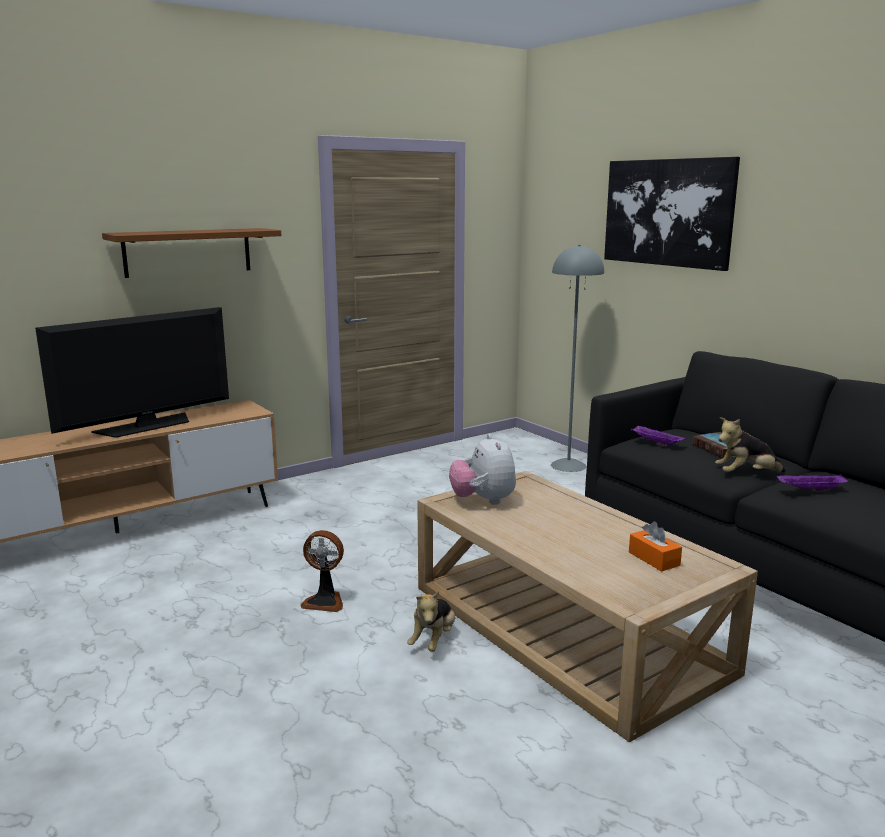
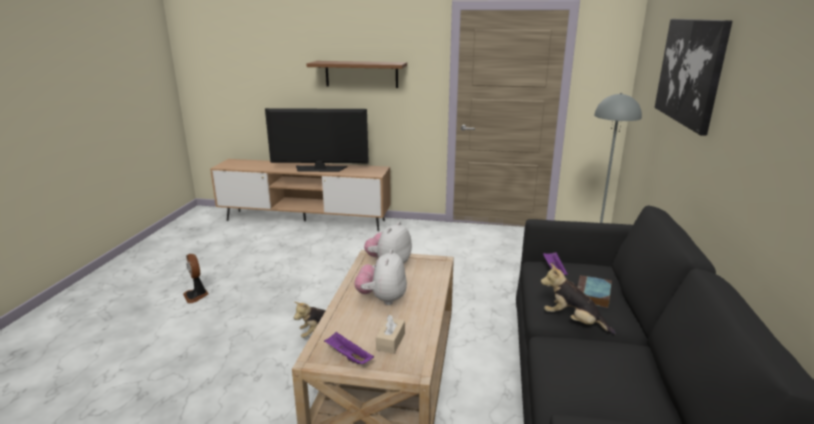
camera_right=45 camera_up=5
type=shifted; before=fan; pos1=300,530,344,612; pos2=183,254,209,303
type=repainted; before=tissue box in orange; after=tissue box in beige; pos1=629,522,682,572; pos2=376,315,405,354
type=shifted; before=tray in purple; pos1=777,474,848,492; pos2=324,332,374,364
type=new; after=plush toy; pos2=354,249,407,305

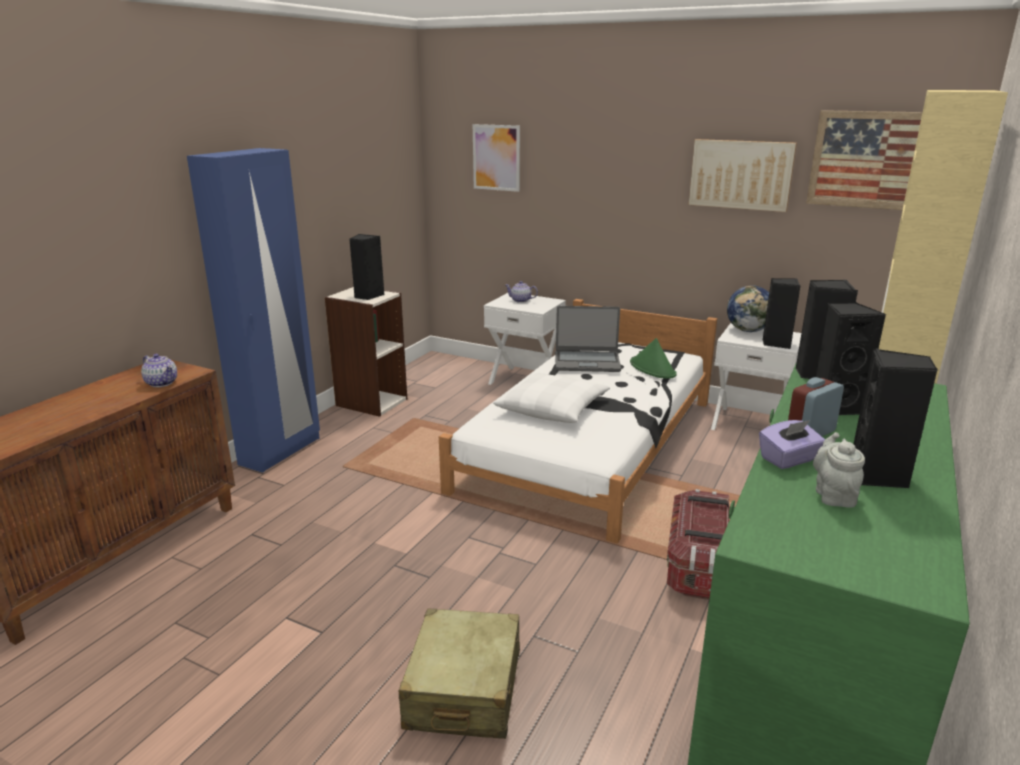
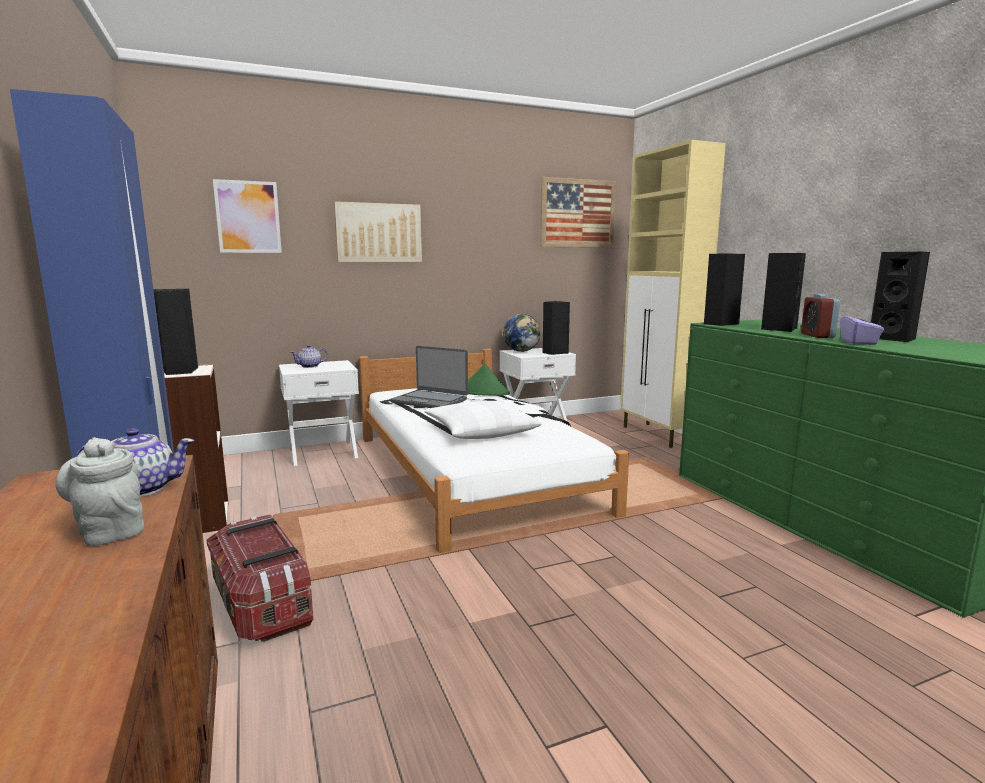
camera_right=-50 camera_up=-10
type=gone; before=suitcase in beige; pos1=398,608,520,739
type=rotated; before=laptop; pos1=556,306,621,372; pos2=390,346,468,408; turn=75
type=shifted; before=storage box; pos1=667,489,730,600; pos2=207,514,313,642
type=shifted; before=picture; pos1=689,139,797,212; pos2=334,201,422,262
type=shifted; before=teapot in grey; pos1=813,432,865,507; pos2=56,437,145,546

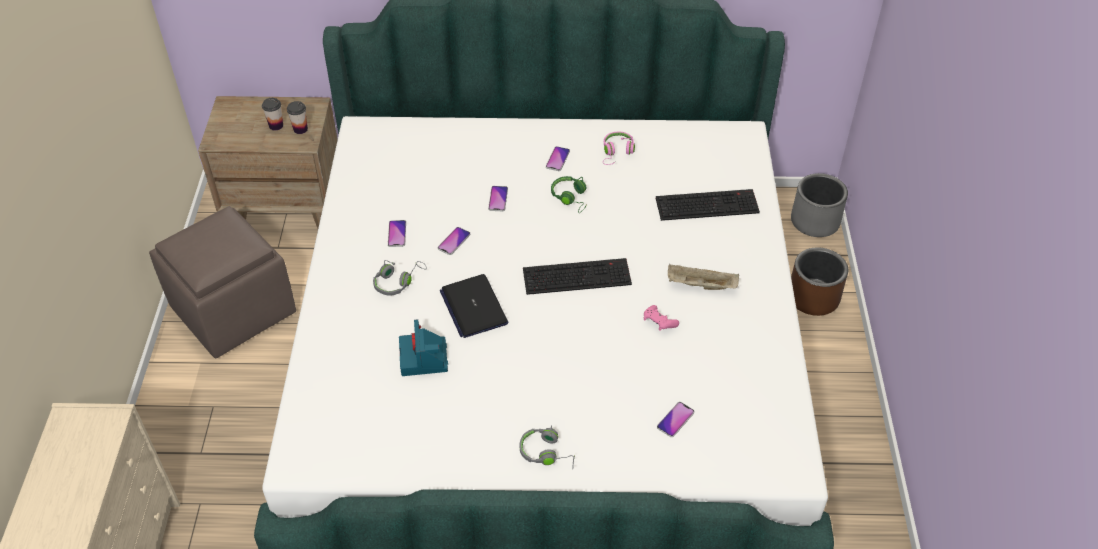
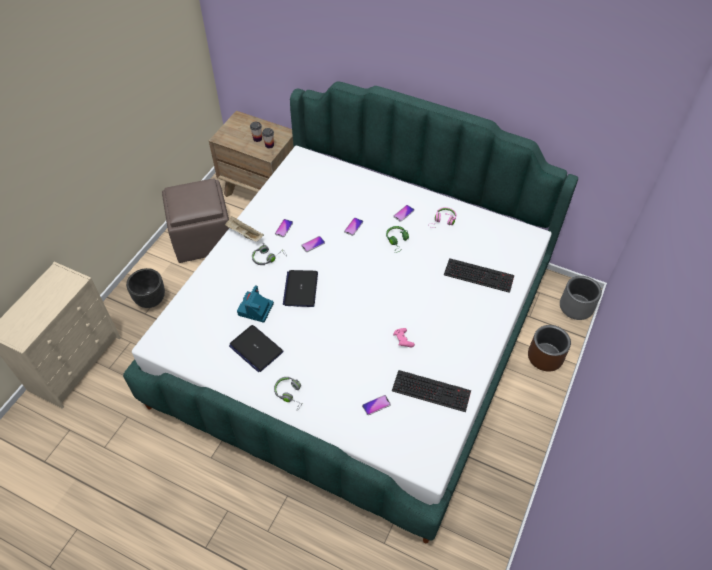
camera_right=25 camera_up=5
type=shifted; before=keyboard; pos1=523,258,632,295; pos2=392,370,471,412
type=shifted; before=tray in beige; pos1=668,264,739,290; pos2=225,216,264,242
type=new; after=planter in black; pos2=126,268,165,308
type=new; after=laptop; pos2=229,325,284,372

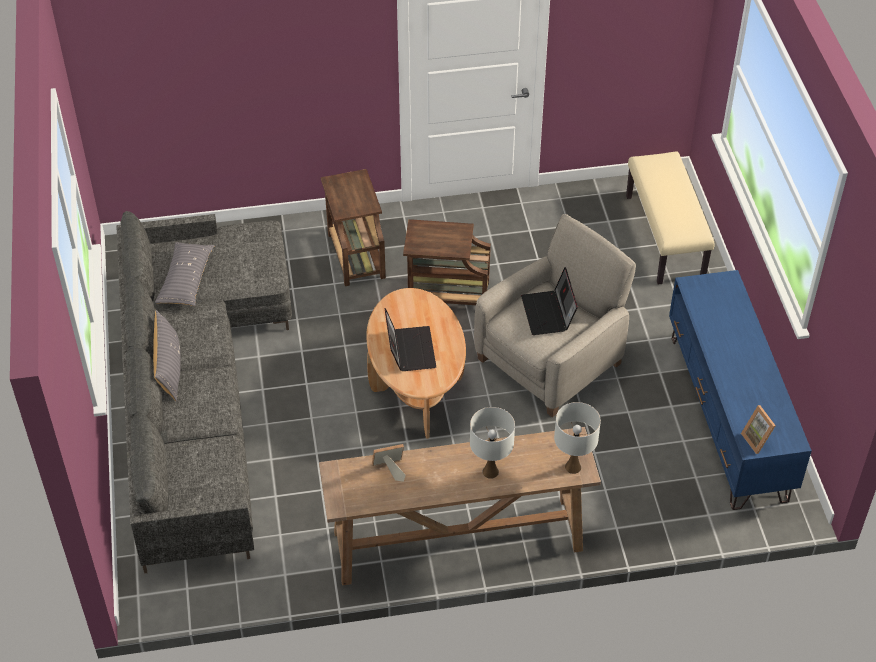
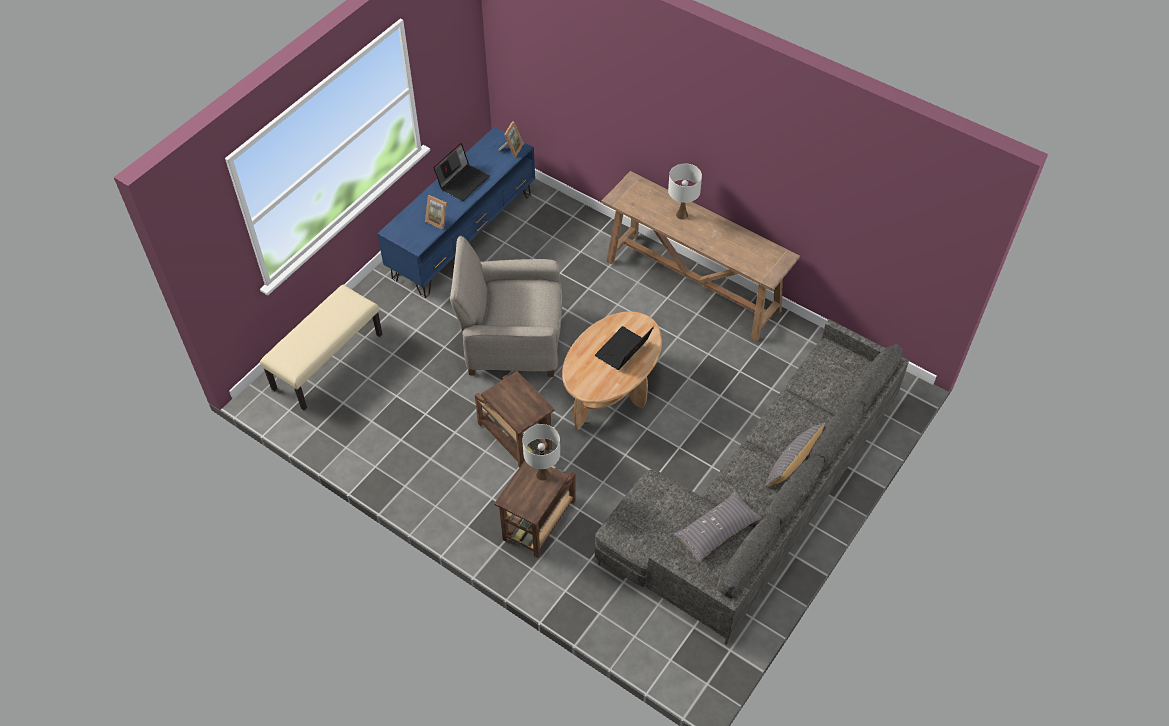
camera_right=-135 camera_up=5
type=shifted; before=picture frame; pos1=372,444,406,482; pos2=425,195,447,230
type=shifted; before=laptop; pos1=521,267,578,335; pos2=434,143,489,201
type=shifted; before=table lamp in white; pos1=554,402,601,474; pos2=522,424,560,481

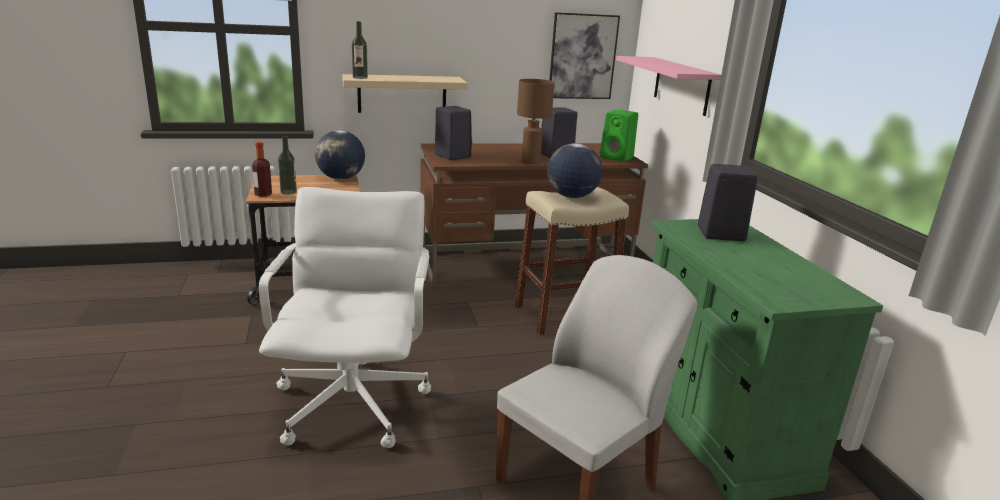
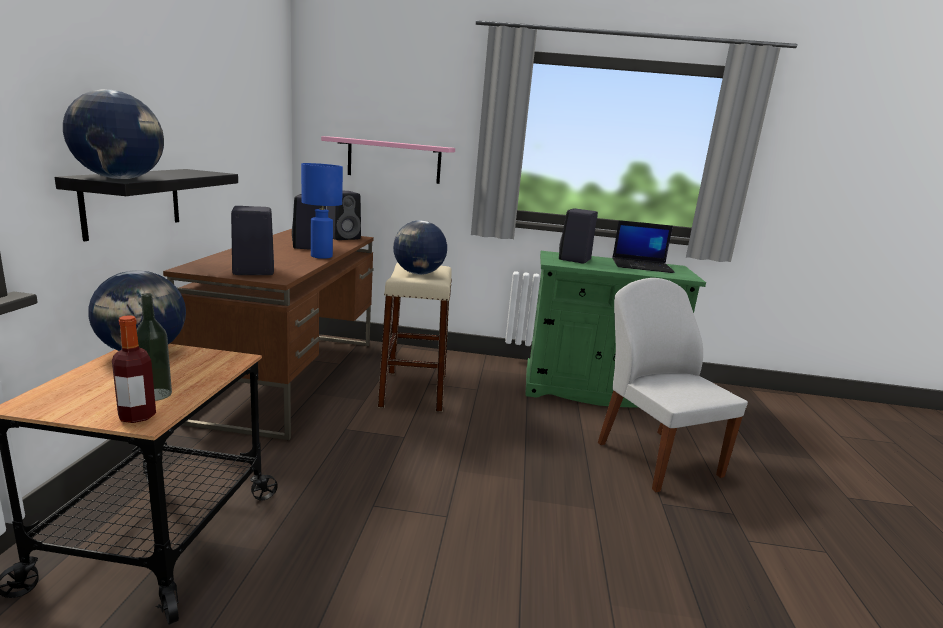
camera_right=-70 camera_up=-5
type=gone; before=office chair in white; pos1=259,187,432,448
type=repainted; before=shelf in beige; after=shelf in black; pos1=342,74,468,113; pos2=55,169,238,241
type=swapped; before=bottle; after=globe; pos1=352,21,368,79; pos2=63,89,164,179
type=repainted; before=table lamp in brown; after=table lamp in blue; pos1=517,79,555,164; pos2=301,163,343,259
type=gone; before=picture; pos1=549,12,620,99
type=repainted; before=speaker in green; after=speaker in black; pos1=600,109,638,162; pos2=327,191,361,240
type=new; after=laptop; pos2=612,220,675,273

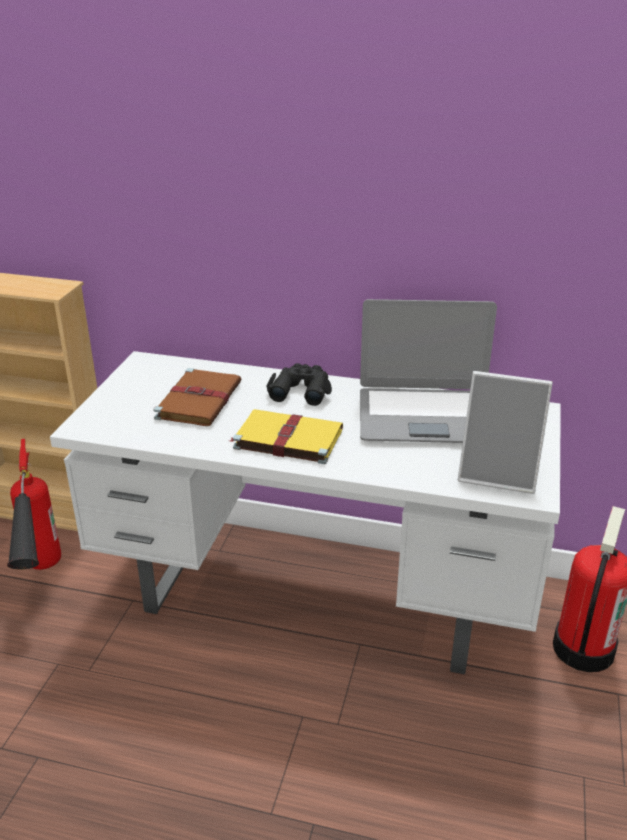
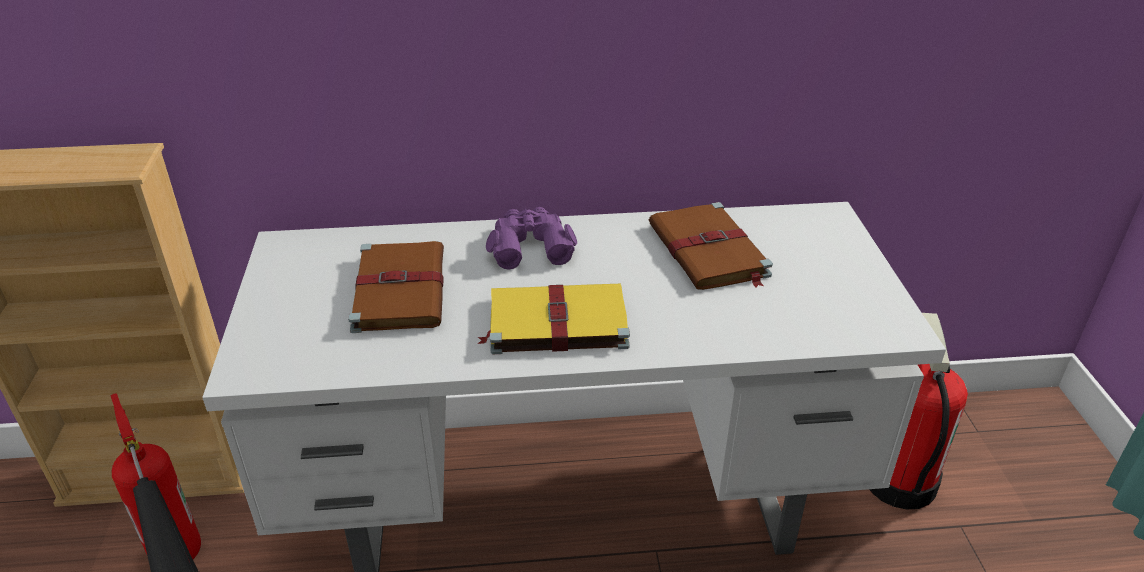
camera_right=-20 camera_up=5
type=repainted; before=binoculars in black; after=binoculars in purple; pos1=266,363,332,406; pos2=486,207,577,270
type=swapped; before=laptop; after=book in brown; pos1=360,299,497,443; pos2=649,202,773,290
type=gone; before=picture frame; pos1=458,371,553,494

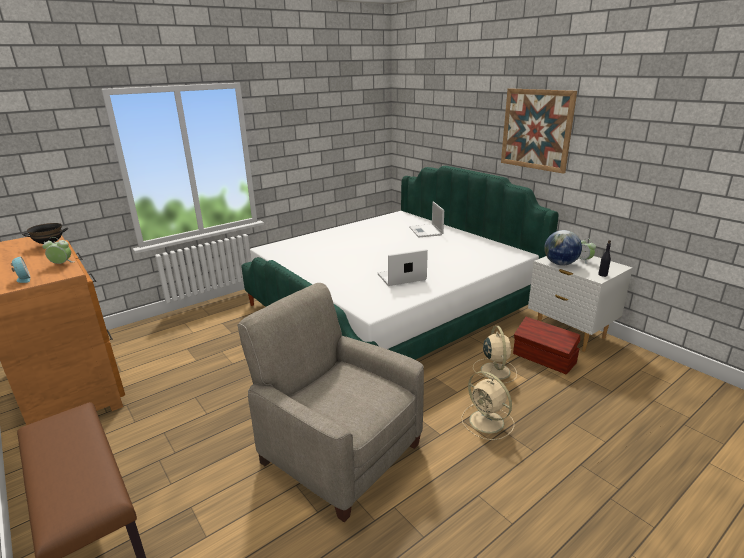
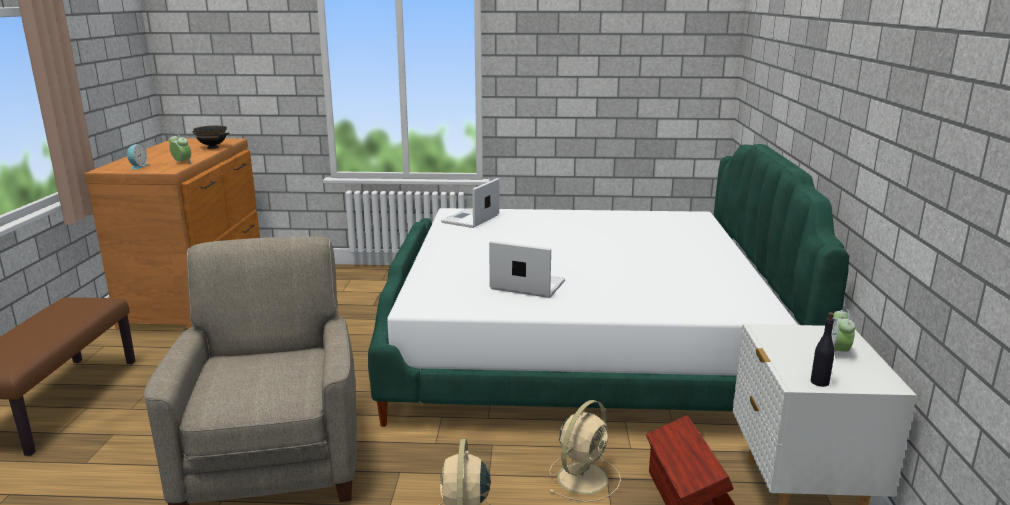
camera_right=40 camera_up=-5
type=shifted; before=laptop; pos1=409,202,444,237; pos2=441,178,499,228
type=gone; before=picture; pos1=501,88,577,174
type=gone; before=globe; pos1=544,230,582,265

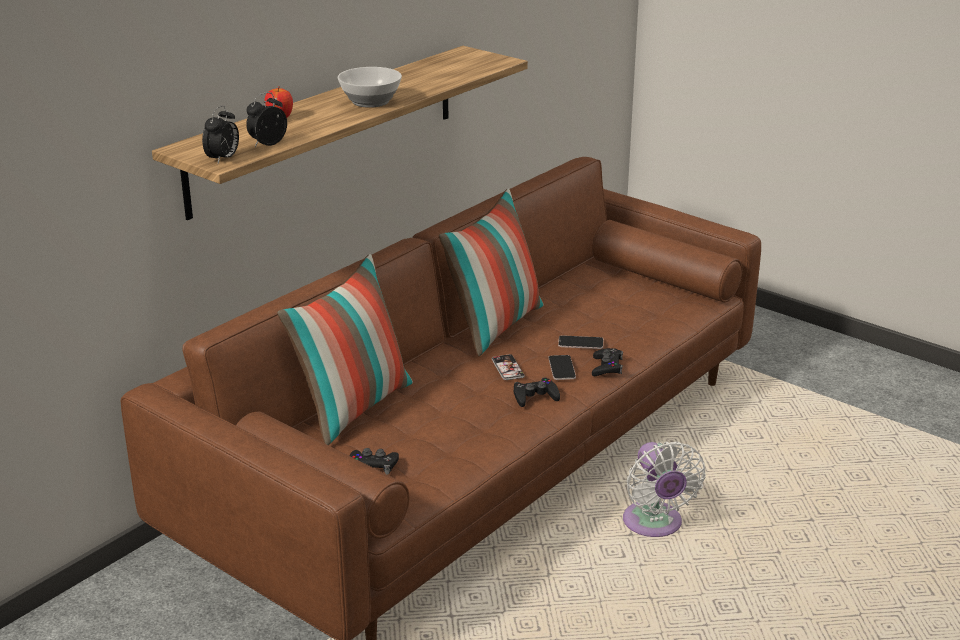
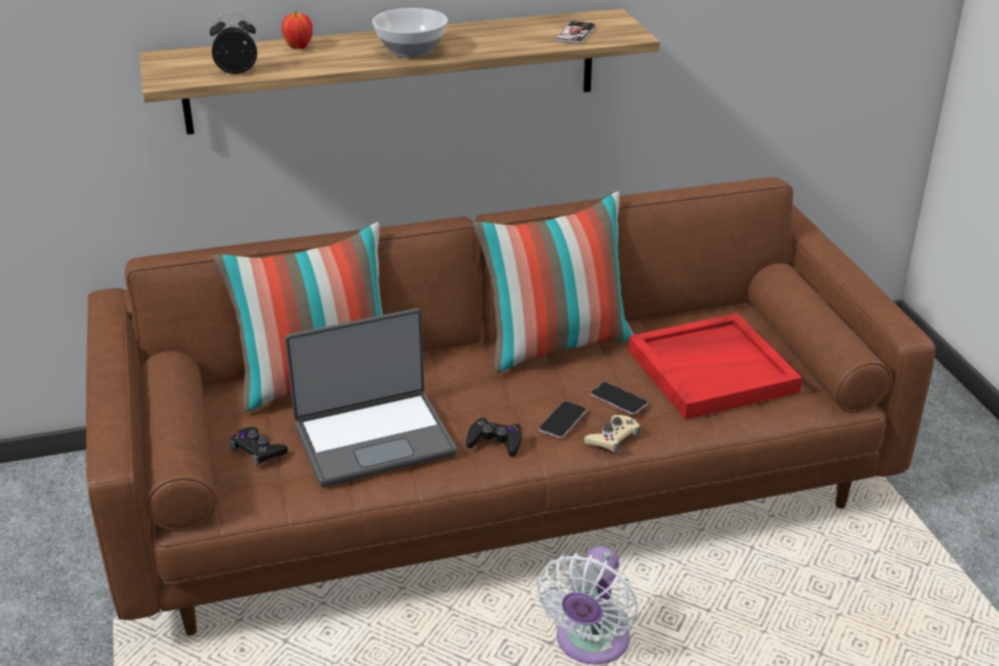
camera_right=35 camera_up=5
type=gone; before=alarm clock; pos1=202,105,239,164
type=shifted; before=phone; pos1=492,354,525,380; pos2=556,20,596,44
type=repainted; before=game controller in black; after=game controller in beige; pos1=592,348,623,376; pos2=584,415,641,453
type=new; after=laptop; pos2=285,308,457,487
type=new; after=tray in red; pos2=628,313,802,419

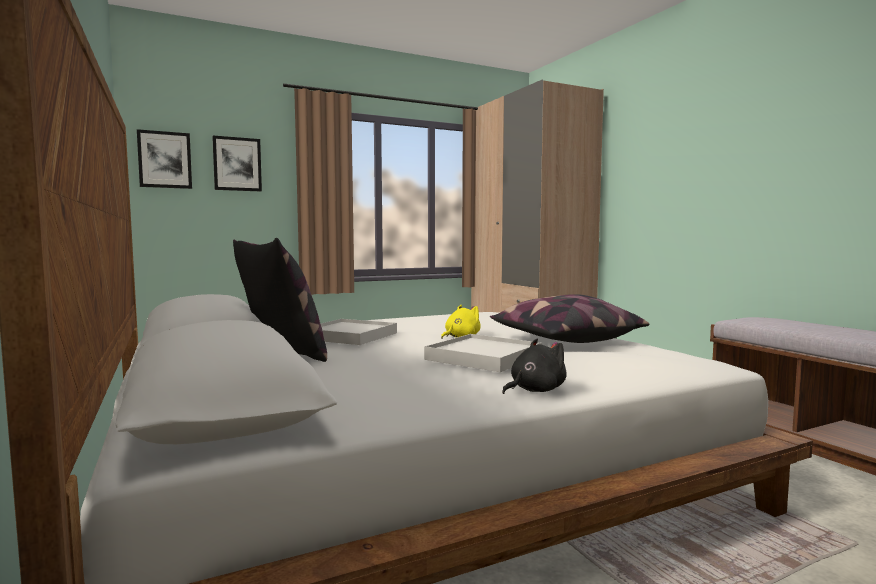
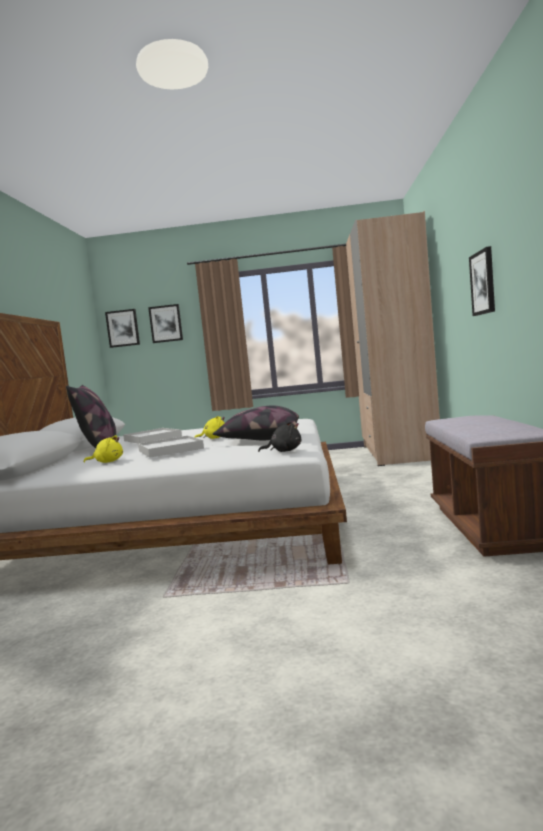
camera_right=30 camera_up=0
type=shifted; before=plush toy in black; pos1=502,339,567,394; pos2=258,422,301,452
type=new; after=plush toy in yellow; pos2=84,435,123,463
type=new; after=picture; pos2=469,246,495,316

